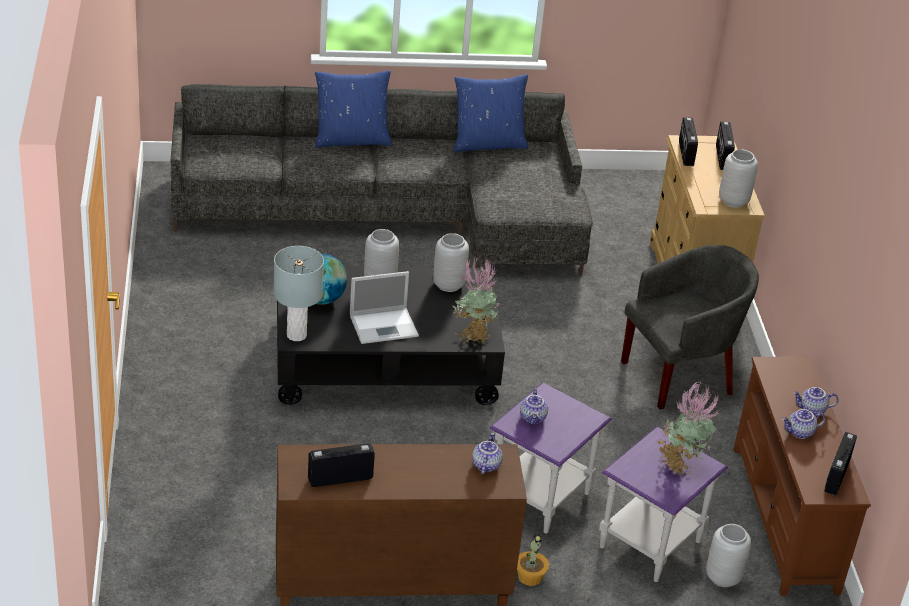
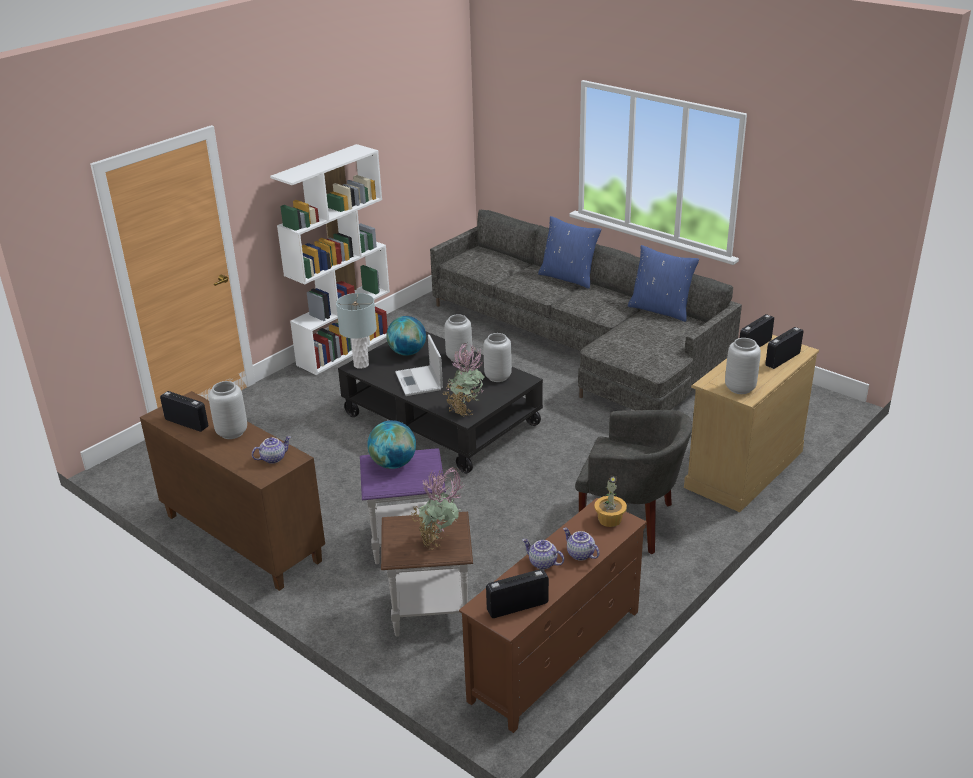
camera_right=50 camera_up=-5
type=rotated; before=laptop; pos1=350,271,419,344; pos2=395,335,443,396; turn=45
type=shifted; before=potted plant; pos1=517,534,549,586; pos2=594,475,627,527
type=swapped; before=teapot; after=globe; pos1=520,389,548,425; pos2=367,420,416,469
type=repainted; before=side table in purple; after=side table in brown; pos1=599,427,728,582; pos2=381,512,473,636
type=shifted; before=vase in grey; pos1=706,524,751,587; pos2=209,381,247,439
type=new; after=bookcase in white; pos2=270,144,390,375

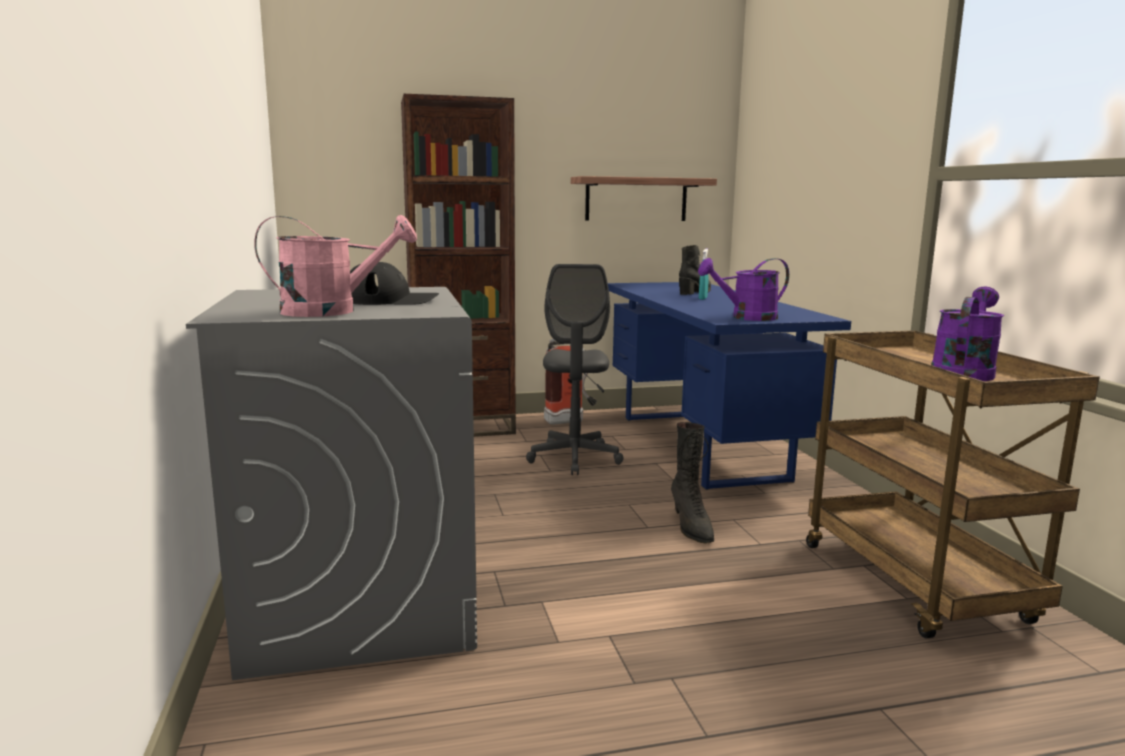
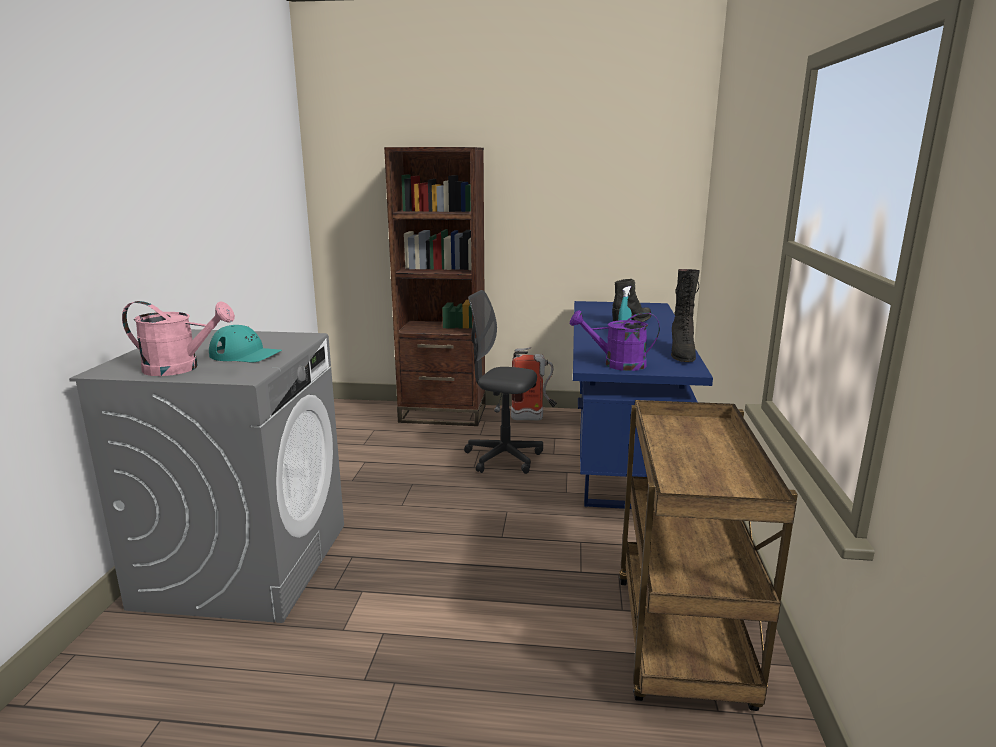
camera_right=20 camera_up=5
type=repainted; before=cap in black; after=cap in turquoise; pos1=350,262,439,305; pos2=209,325,282,362
type=rotated; before=office chair in grey; pos1=526,264,624,475; pos2=464,290,543,474; turn=90
type=gone; before=shelf; pos1=571,176,717,221
type=shifted; before=boot in black; pos1=671,422,714,544; pos2=671,269,700,362
type=gone; before=watering can in purple; pos1=931,287,1004,381

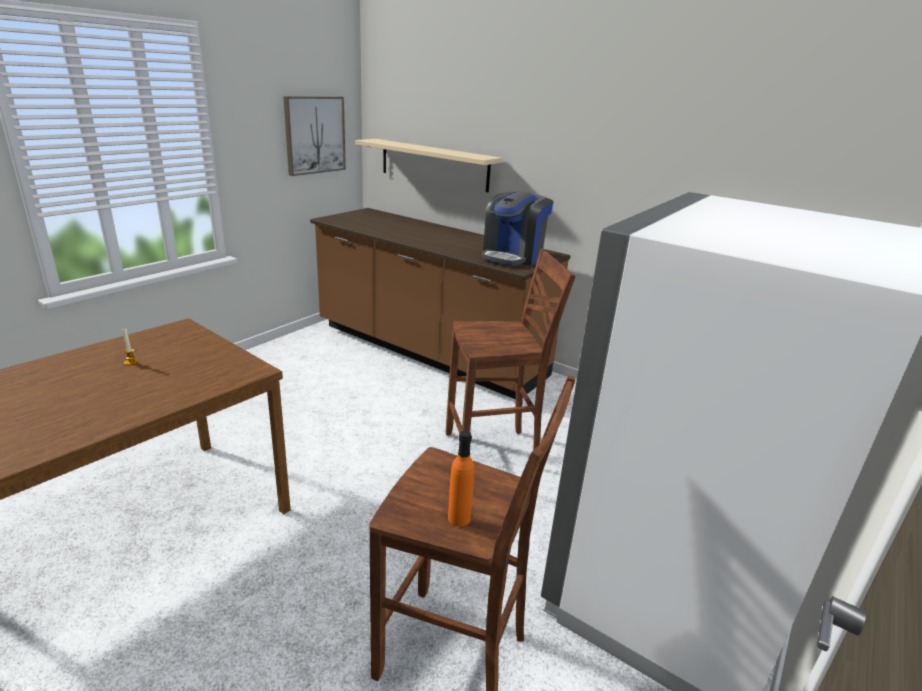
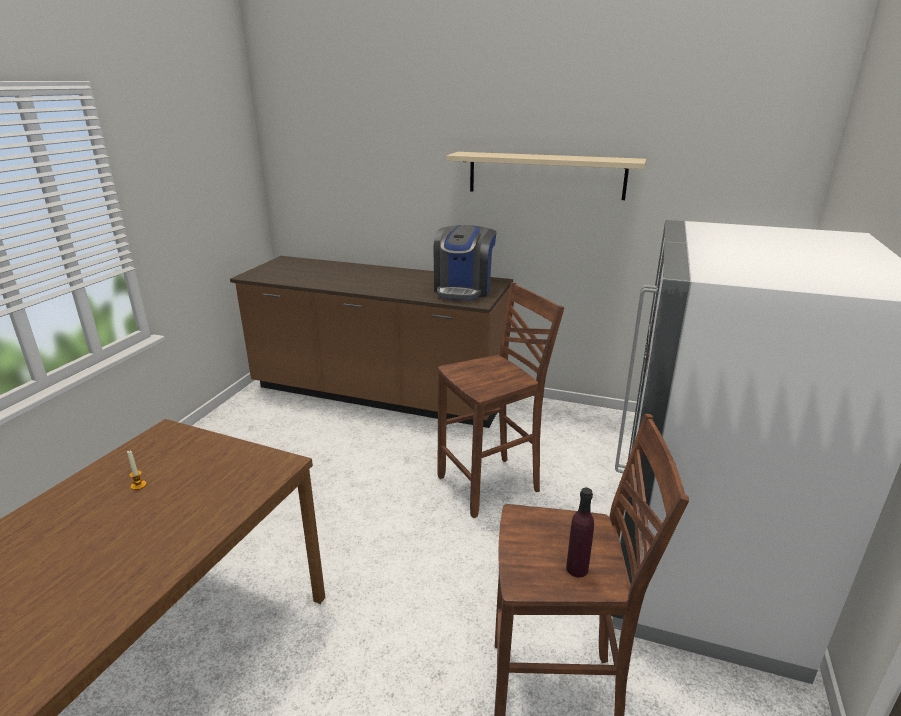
camera_right=-15 camera_up=0
type=gone; before=picture; pos1=283,96,346,176
type=shifted; before=shelf in beige; pos1=355,139,503,192; pos2=446,152,646,200
type=repainted; before=bottle in orange; after=bottle in purple; pos1=448,431,474,527; pos2=566,488,594,577

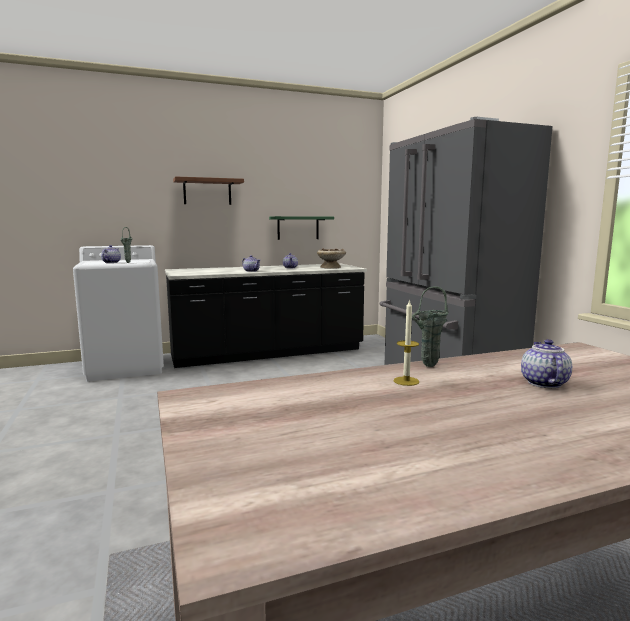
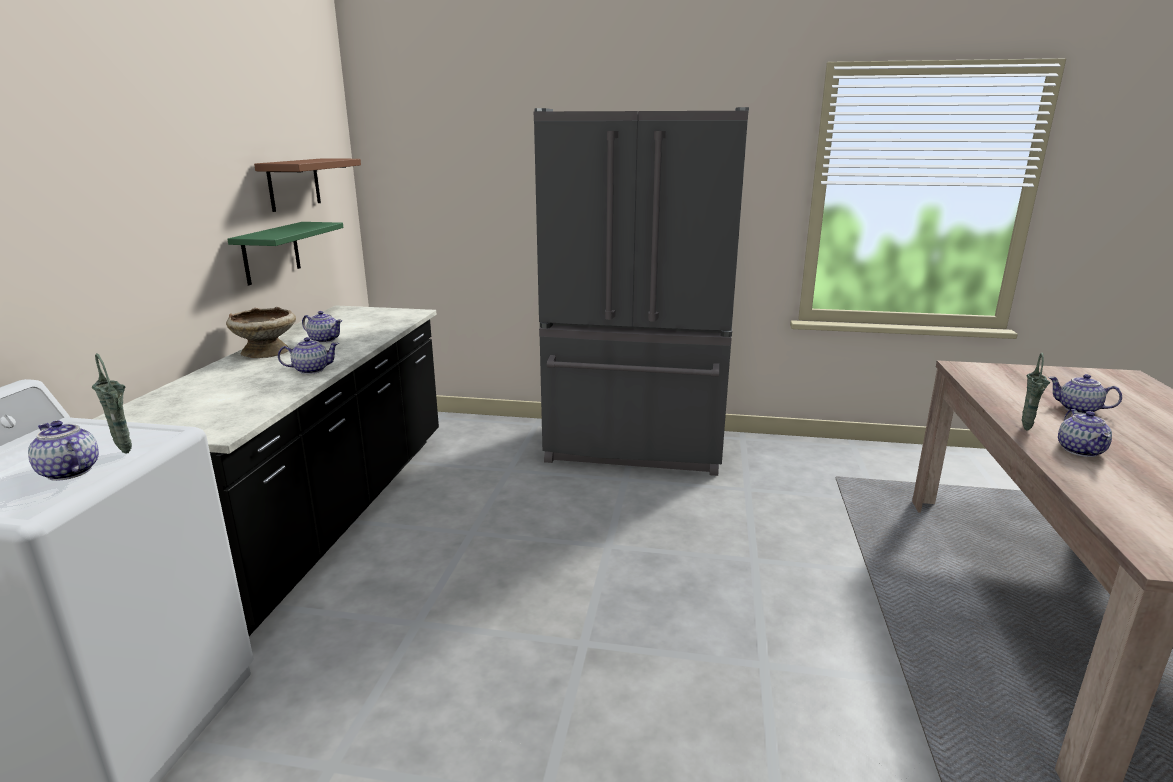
camera_right=-60 camera_up=10
type=shifted; before=shelf in brown; pos1=173,176,244,205; pos2=254,158,361,212
type=shifted; before=bowl in beige; pos1=317,248,346,269; pos2=226,307,296,358
type=swapped; before=candle; after=teapot; pos1=394,299,419,386; pos2=1058,409,1112,457

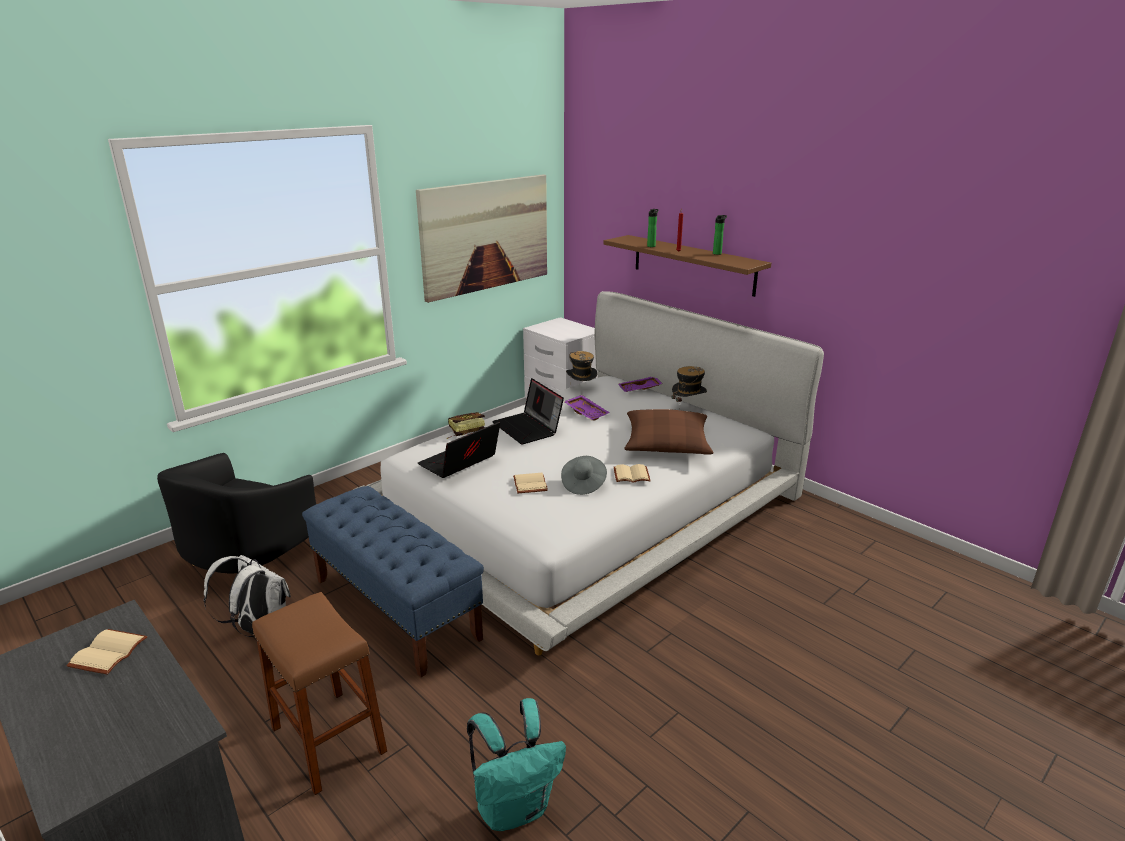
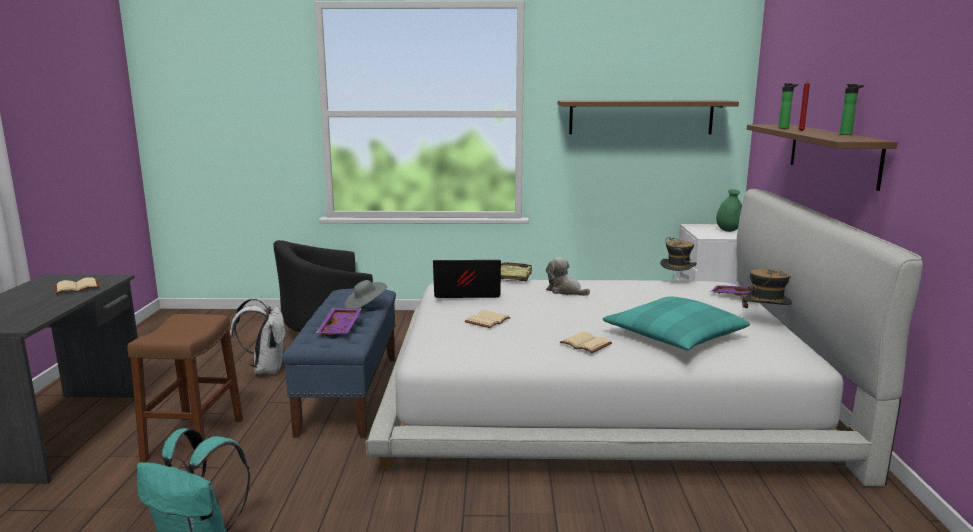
camera_right=45 camera_up=-10
type=swapped; before=picture; after=shelf in brown; pos1=416,174,547,303; pos2=558,100,739,134
type=swapped; before=laptop; after=plush toy; pos1=492,378,564,445; pos2=546,257,590,296
type=shifted; before=hat in grey; pos1=561,456,607,495; pos2=345,280,387,309
type=shifted; before=tray in purple; pos1=563,395,610,421; pos2=316,308,361,336
type=repainted; before=pillow in brown; after=pillow in turquoise; pos1=624,409,713,455; pos2=603,296,750,350
type=new; after=vase in green; pos2=716,189,742,232

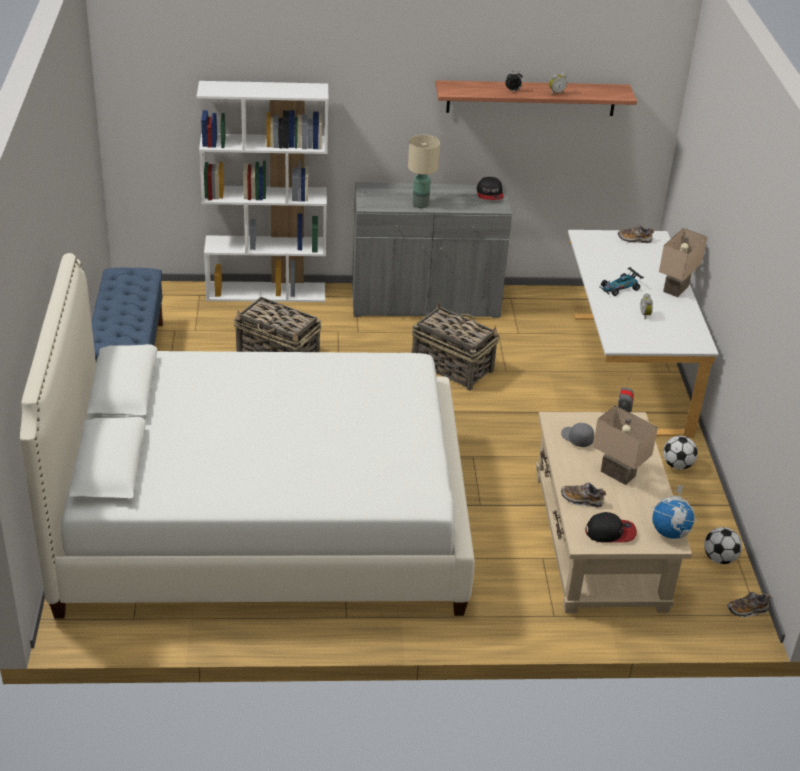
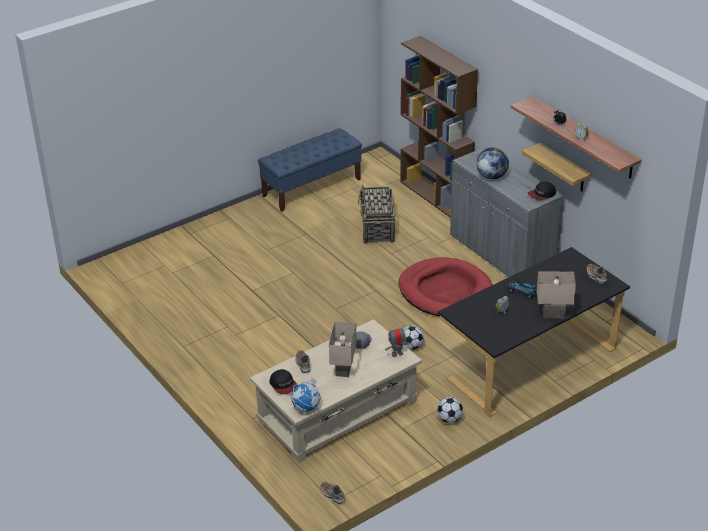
camera_right=60 camera_up=0
type=gone; before=bed in white; pos1=20,253,475,619
type=repainted; before=bookcase in white; after=bookcase in brown; pos1=197,81,328,302; pos2=400,36,478,218
type=swapped; before=table lamp in beige; after=globe; pos1=408,135,440,208; pos2=477,147,509,179
type=swapped; before=basket; after=dog bed in red; pos1=412,302,500,391; pos2=398,257,493,316
type=repainted; before=desk in white; after=desk in black; pos1=568,230,719,438; pos2=438,247,630,417
type=shifted; before=football; pos1=704,527,742,564; pos2=403,325,424,350
type=new; after=shelf; pos2=522,143,592,192

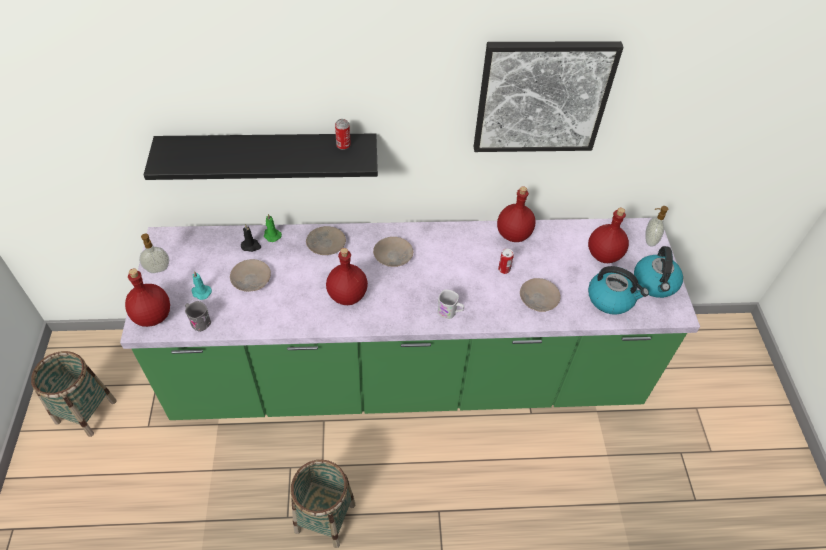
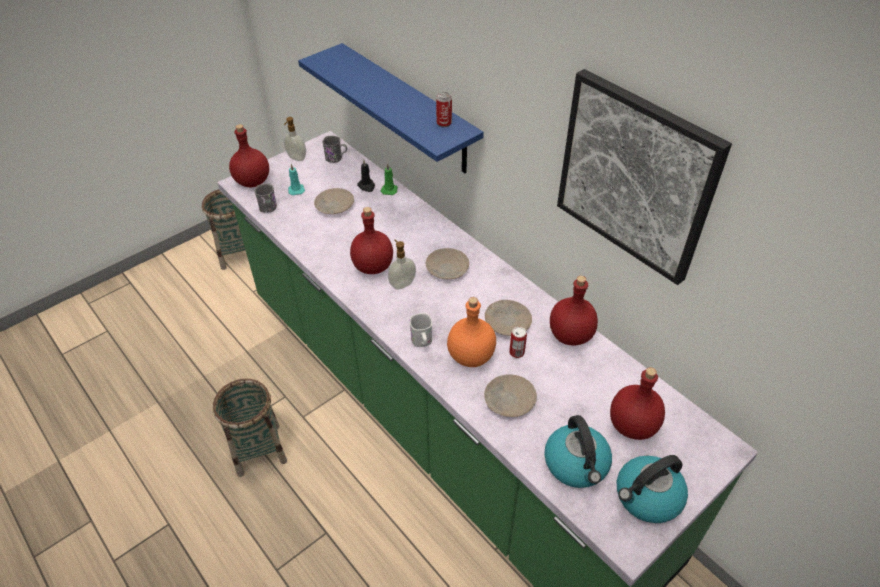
camera_right=55 camera_up=-5
type=repainted; before=shelf in black; after=shelf in blue; pos1=144,133,378,180; pos2=298,43,484,173
type=shifted; before=plate in beige; pos1=306,226,346,255; pos2=485,300,532,336
type=shifted; before=soap dispenser; pos1=645,206,668,247; pos2=388,240,416,290
type=new; after=mug in grey; pos2=323,136,347,163
type=new; after=bottle in orange; pos2=447,297,496,367

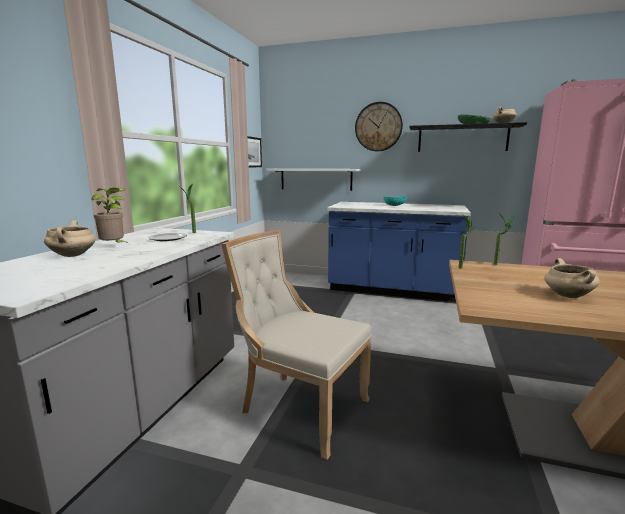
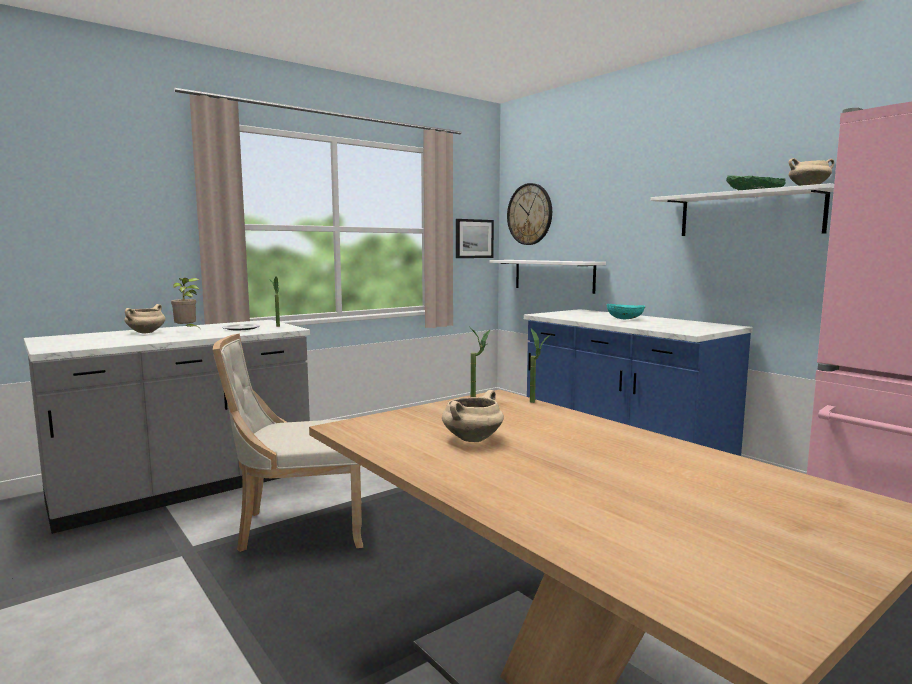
camera_right=35 camera_up=-5
type=rotated; before=chair in beige; pos1=222,230,372,460; pos2=213,334,363,552; turn=-75
type=shifted; before=wall clock; pos1=355,102,403,152; pos2=507,183,552,245
type=repainted; before=shelf in black; after=shelf in white; pos1=409,122,527,152; pos2=651,183,834,236

